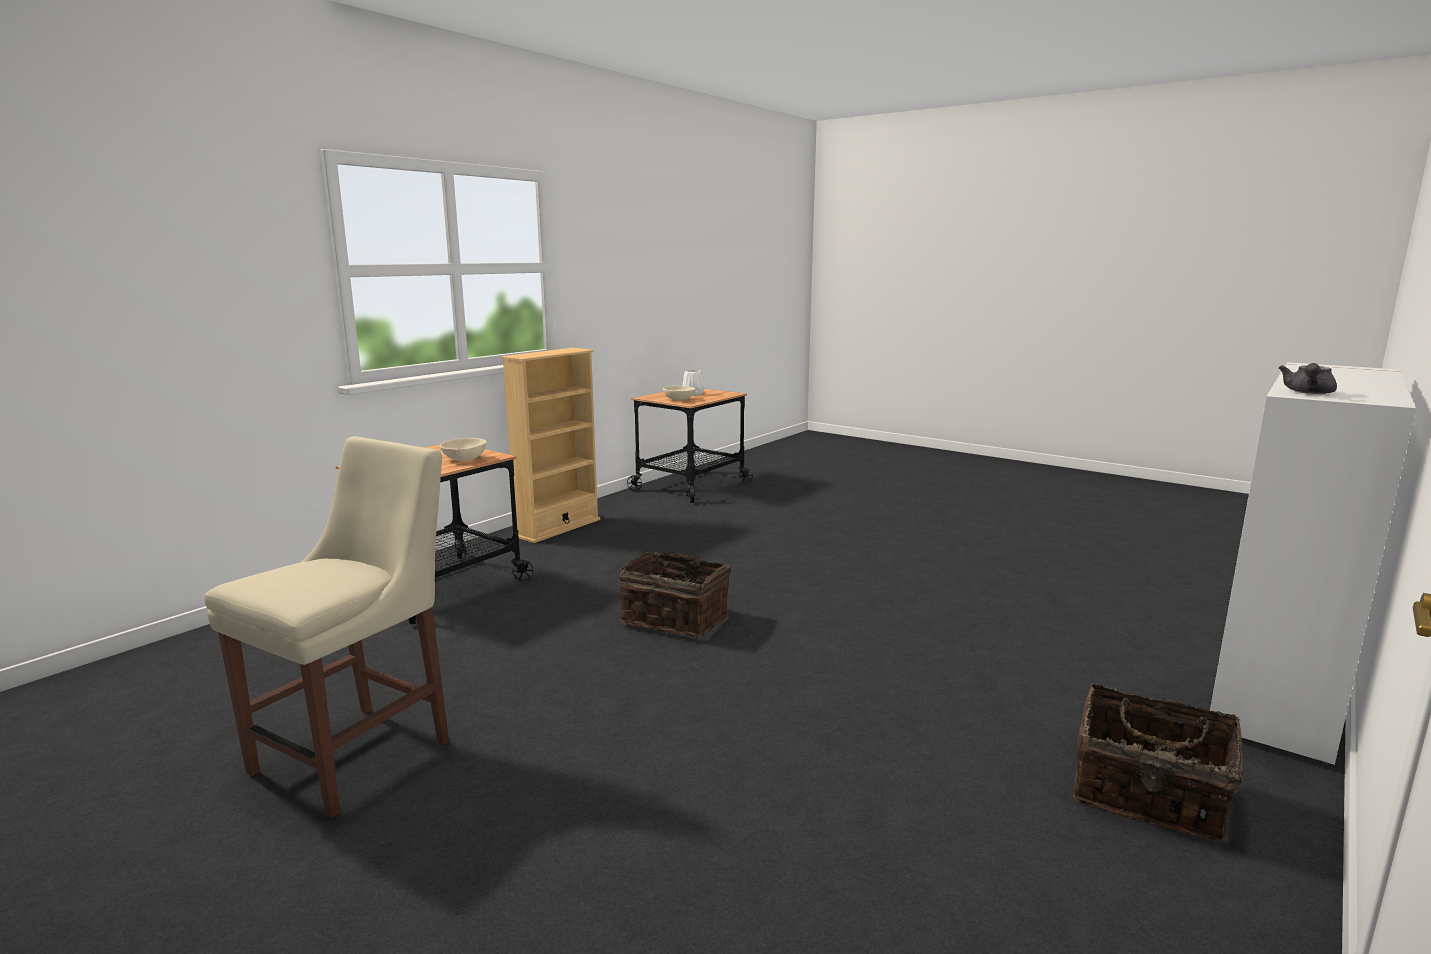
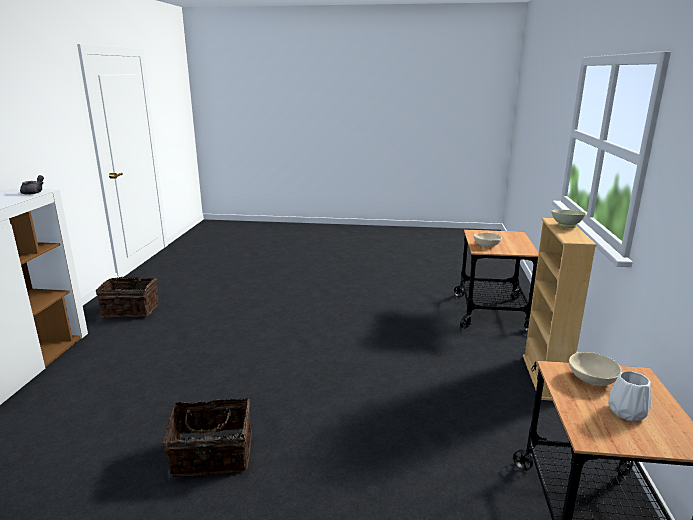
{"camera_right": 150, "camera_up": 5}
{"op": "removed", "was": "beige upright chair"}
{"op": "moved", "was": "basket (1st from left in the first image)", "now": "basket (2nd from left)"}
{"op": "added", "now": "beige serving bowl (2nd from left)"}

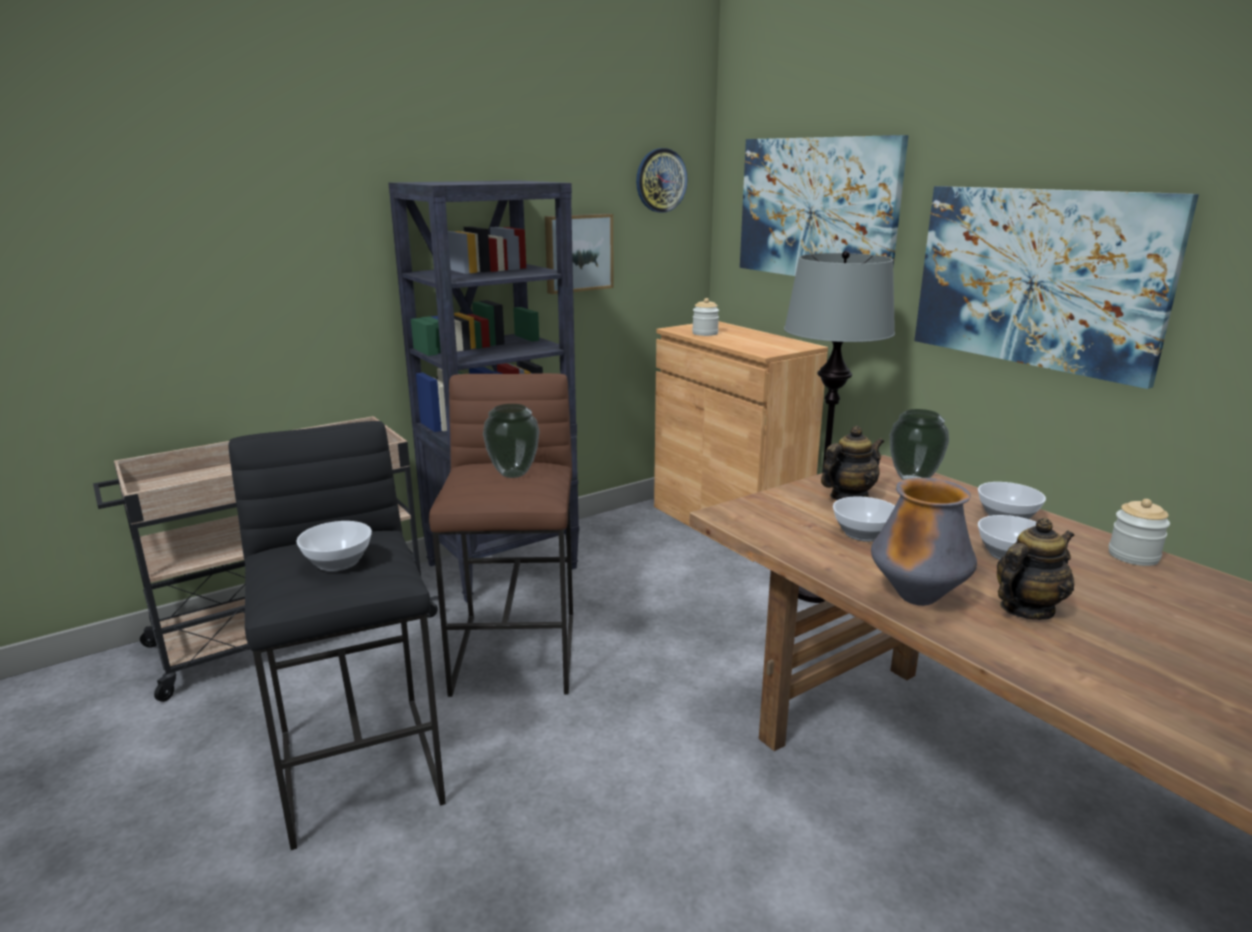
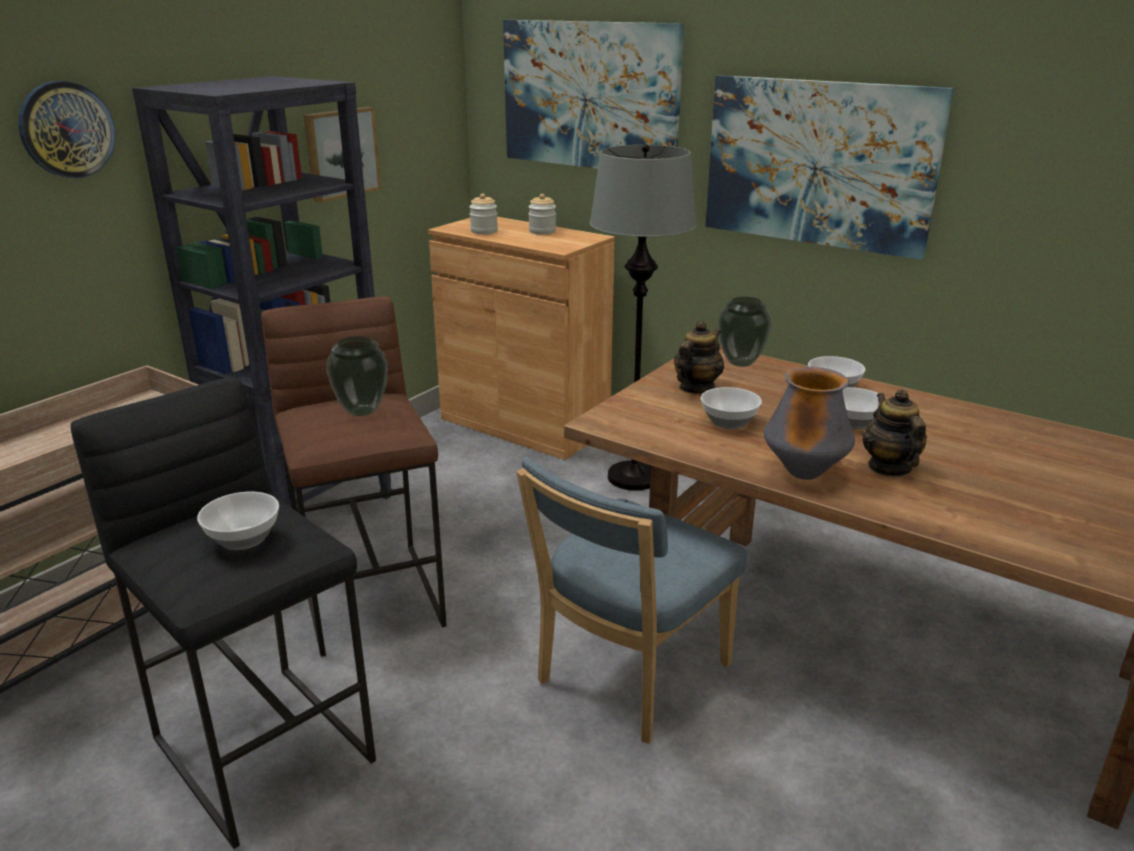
{"camera_right": -20, "camera_up": 5}
{"op": "moved", "was": "clock on the wall"}
{"op": "moved", "was": "preserve jar (2nd from left)"}
{"op": "turned", "was": "teapot (2nd from left)", "clockwise": -45}
{"op": "added", "now": "blue upright chair"}

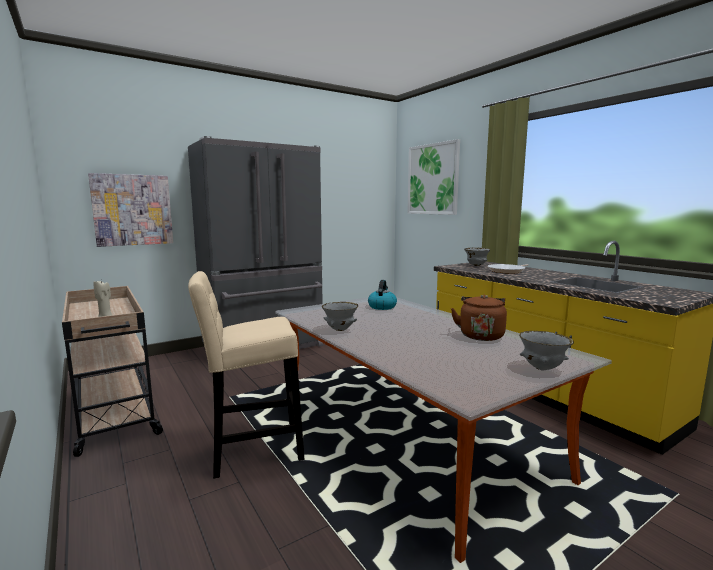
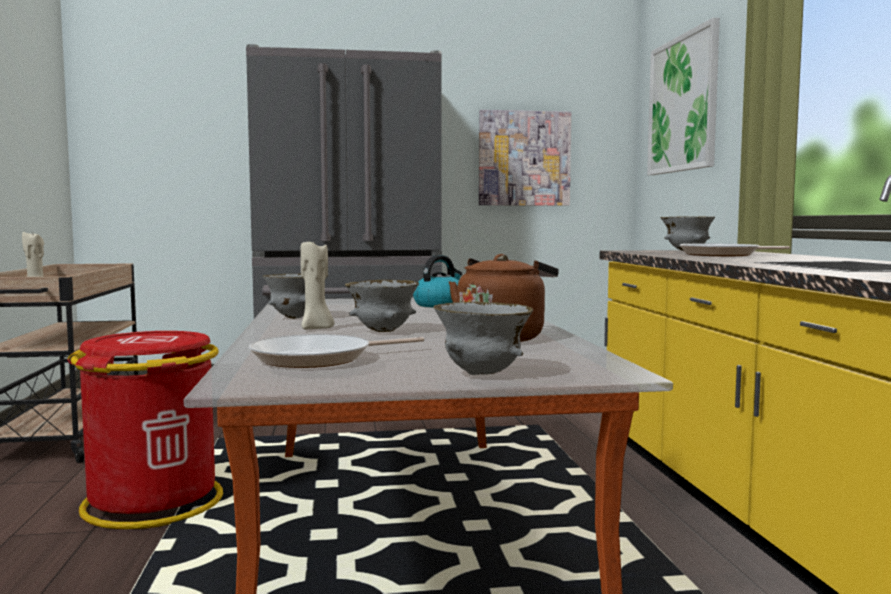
{"camera_right": 25, "camera_up": -5}
{"op": "moved", "was": "wall picture (1st from left)"}
{"op": "replaced", "was": "beige stool seat", "now": "reddish waste bin"}
{"op": "added", "now": "beige wax candle (2nd from left)"}
{"op": "added", "now": "grey serving bowl (2nd from left)"}
{"op": "added", "now": "skillet (1st from left)"}

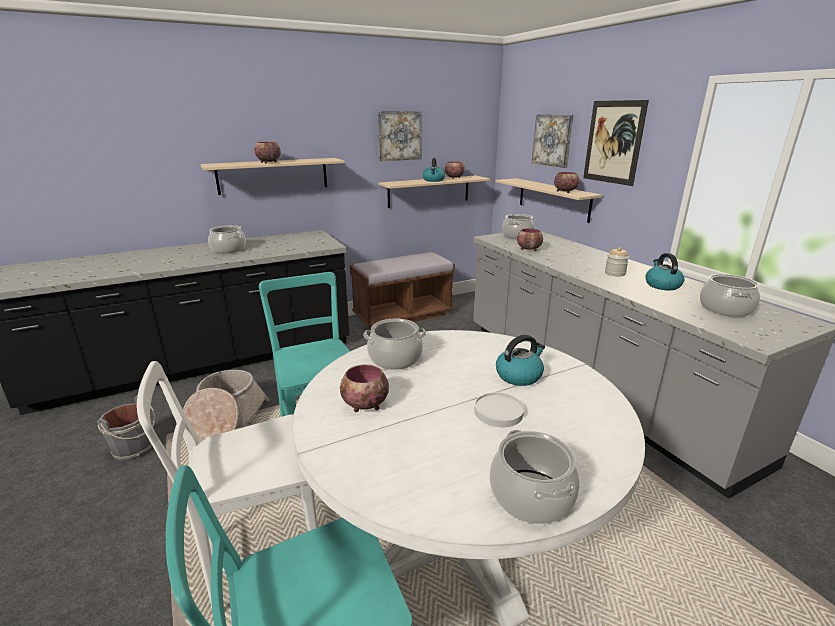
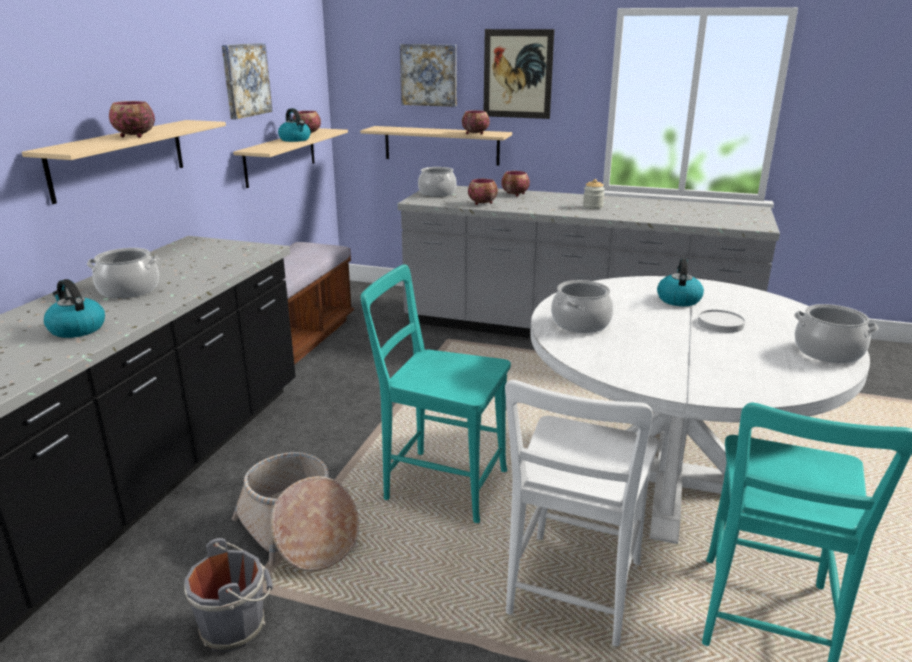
{"camera_right": -45, "camera_up": 0}
{"op": "moved", "was": "tea kettle (3rd from left in the first image)", "now": "tea kettle (1st from left)"}
{"op": "removed", "was": "stockpot (5th from left)"}
{"op": "moved", "was": "serving bowl (2nd from left in the first image)", "now": "serving bowl (5th from left)"}

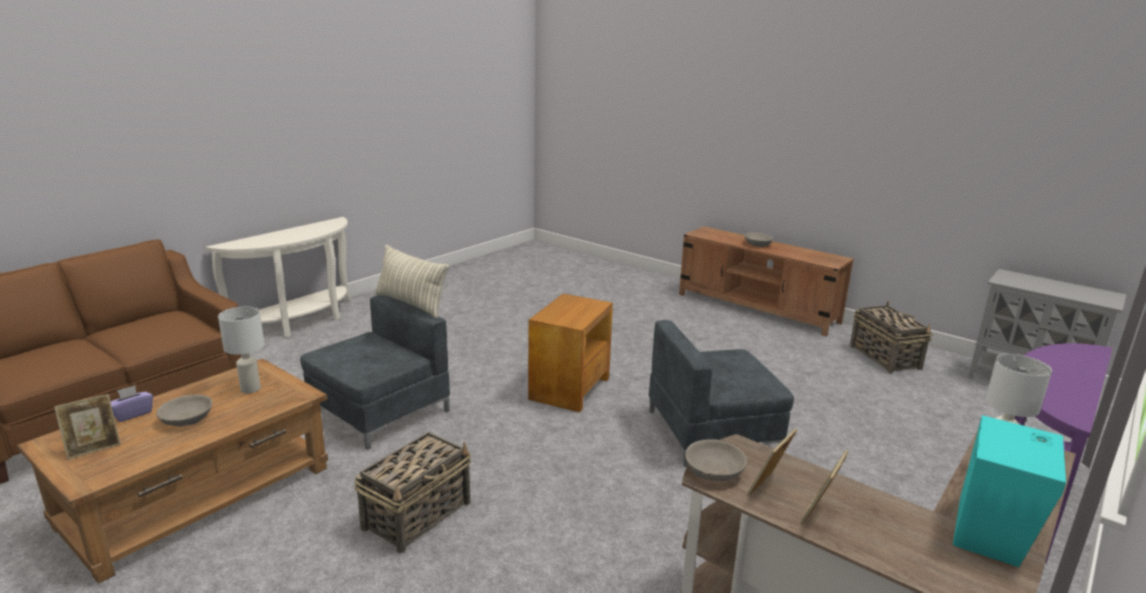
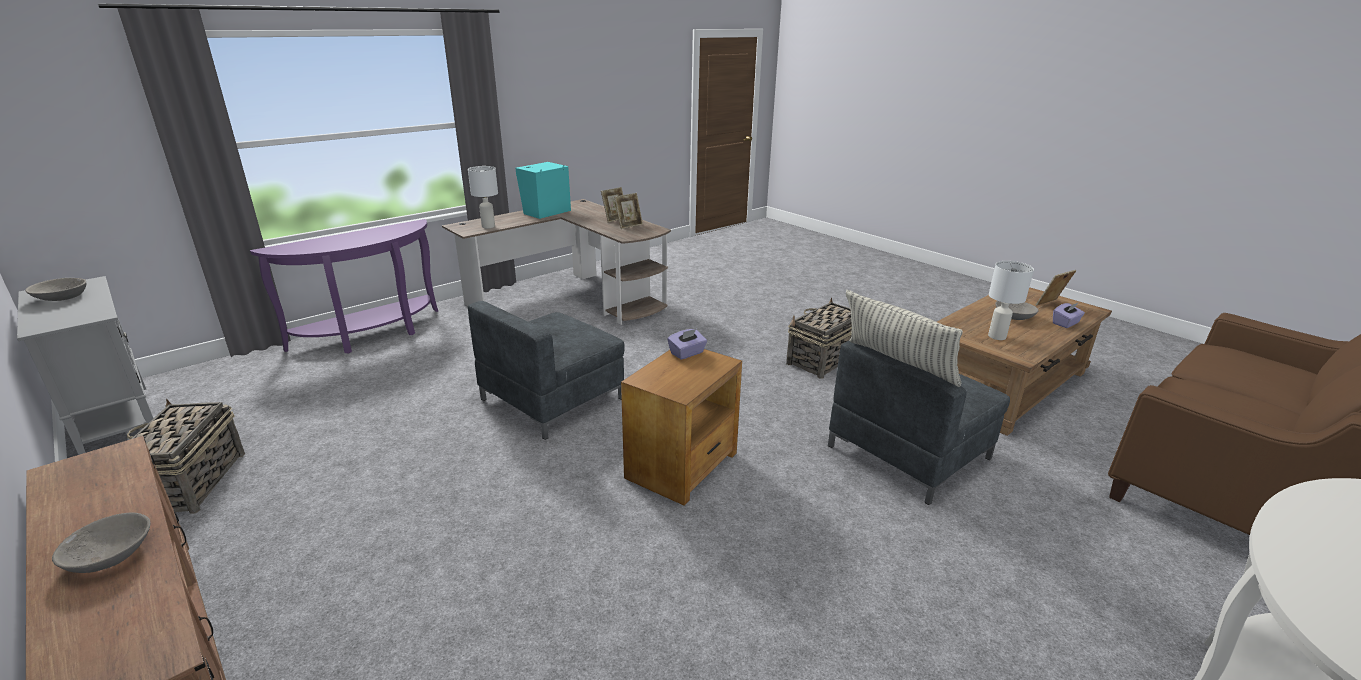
{"camera_right": -170, "camera_up": 5}
{"op": "turned", "was": "grey easy chair (2nd from left in the first image)", "clockwise": 135}
{"op": "moved", "was": "grey serving bowl (2nd from left in the first image)", "now": "grey serving bowl (1st from left)"}
{"op": "added", "now": "purple tissue box (1st from left)"}

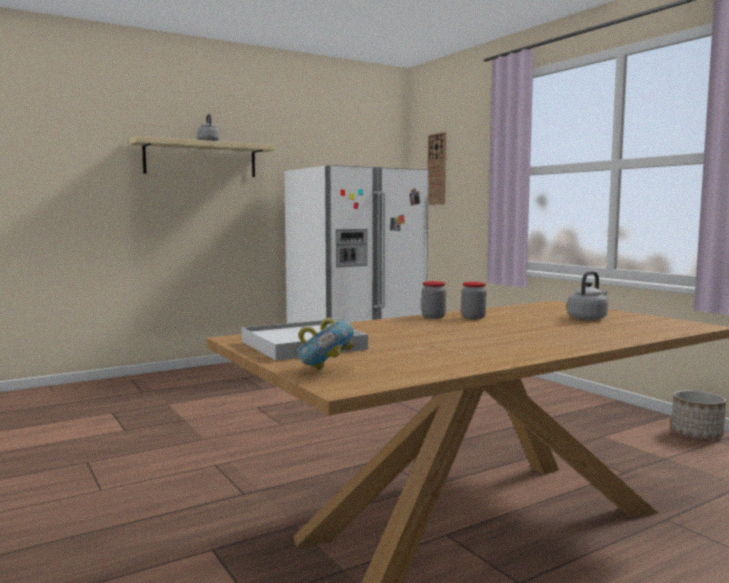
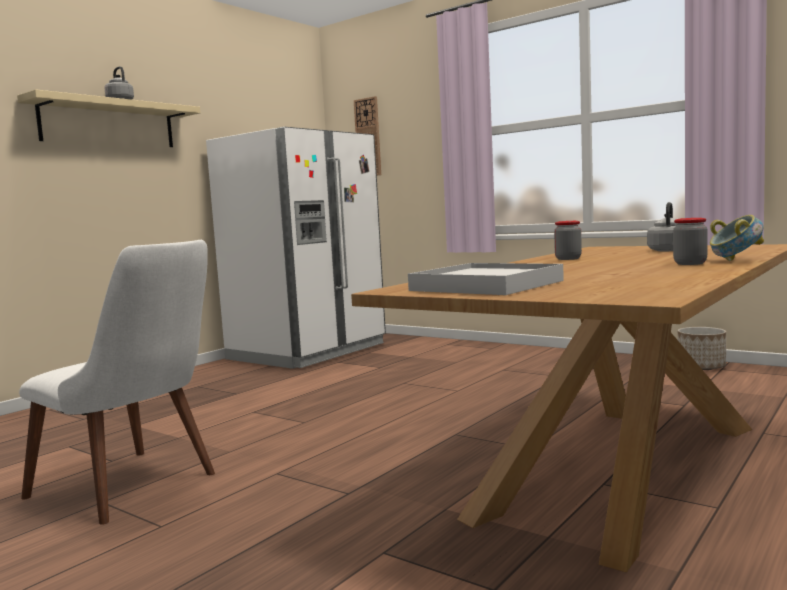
{"camera_right": -20, "camera_up": 0}
{"op": "moved", "was": "preserve jar (1st from left in the first image)", "now": "preserve jar (2nd from left)"}
{"op": "moved", "was": "serving bowl"}
{"op": "added", "now": "white-coloured upright chair"}

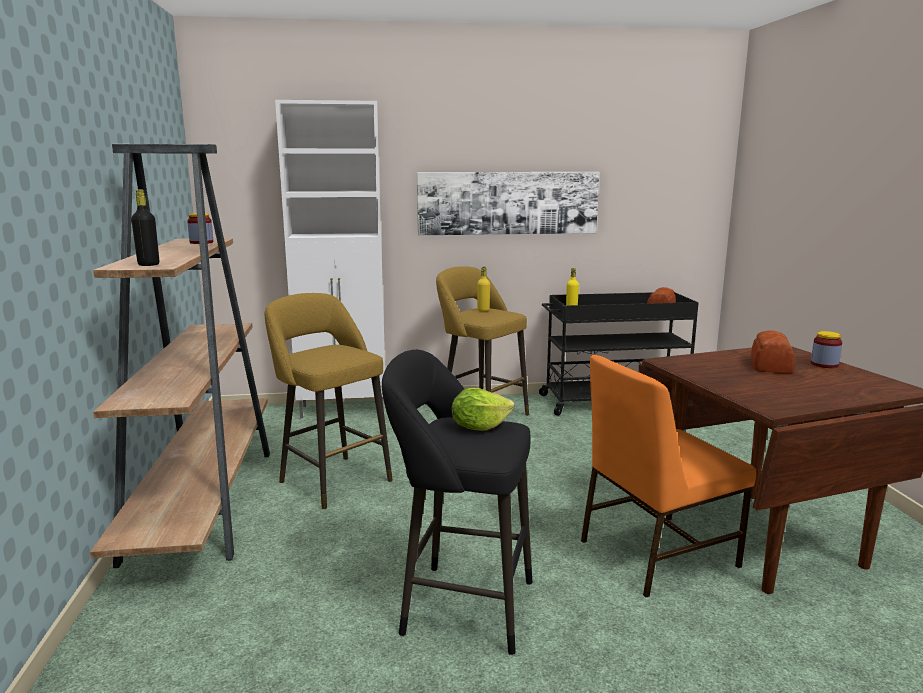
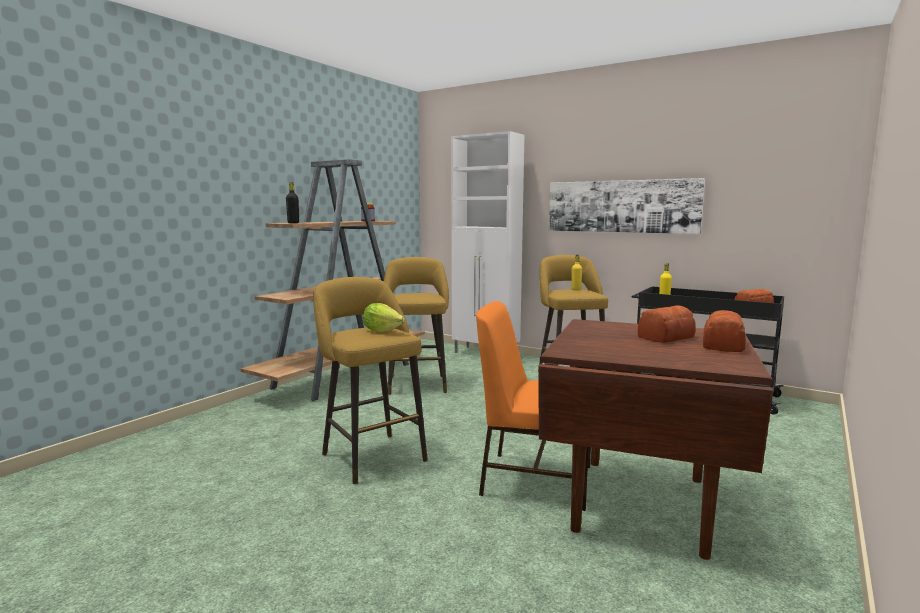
{"camera_right": 40, "camera_up": -5}
{"op": "replaced", "was": "preserve jar (2nd from left)", "now": "bread (2nd from left)"}
{"op": "recoloured", "was": "black stool seat", "now": "yellow stool seat (1st from left)"}

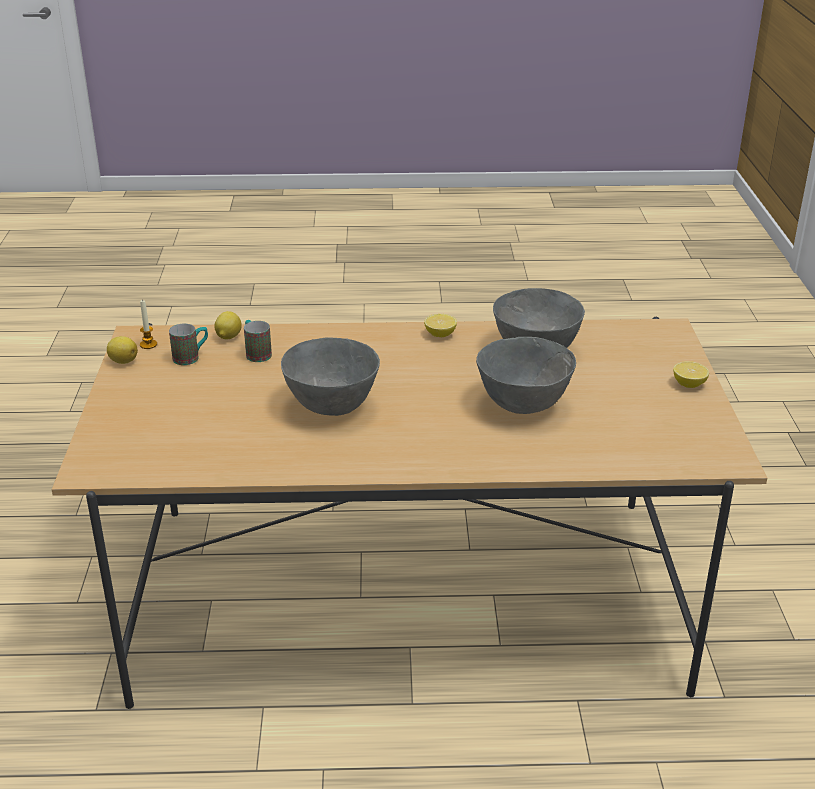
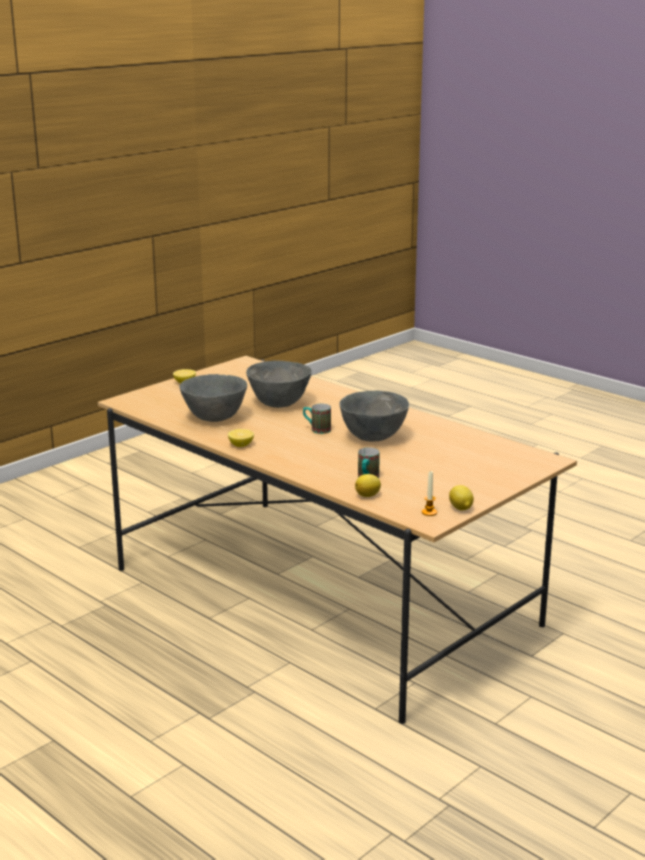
{"camera_right": -135, "camera_up": -10}
{"op": "moved", "was": "mug (1st from left)"}

